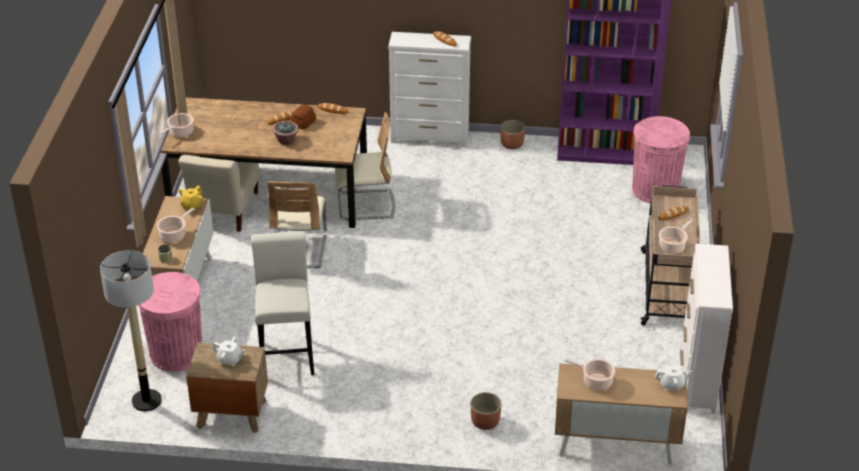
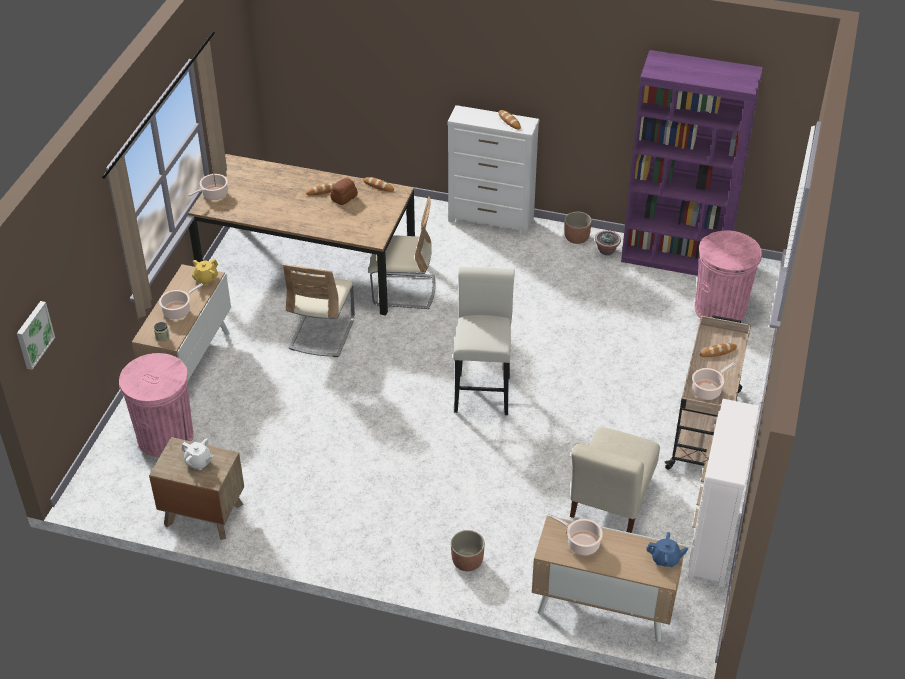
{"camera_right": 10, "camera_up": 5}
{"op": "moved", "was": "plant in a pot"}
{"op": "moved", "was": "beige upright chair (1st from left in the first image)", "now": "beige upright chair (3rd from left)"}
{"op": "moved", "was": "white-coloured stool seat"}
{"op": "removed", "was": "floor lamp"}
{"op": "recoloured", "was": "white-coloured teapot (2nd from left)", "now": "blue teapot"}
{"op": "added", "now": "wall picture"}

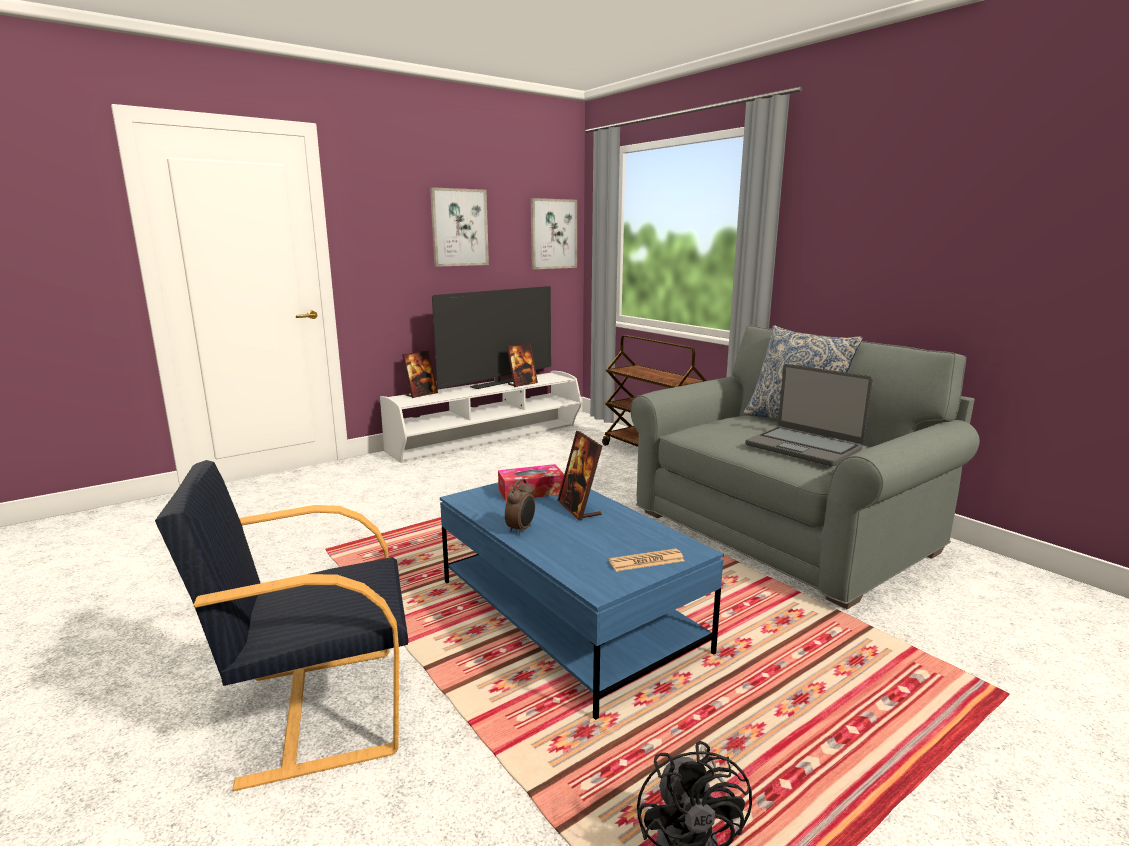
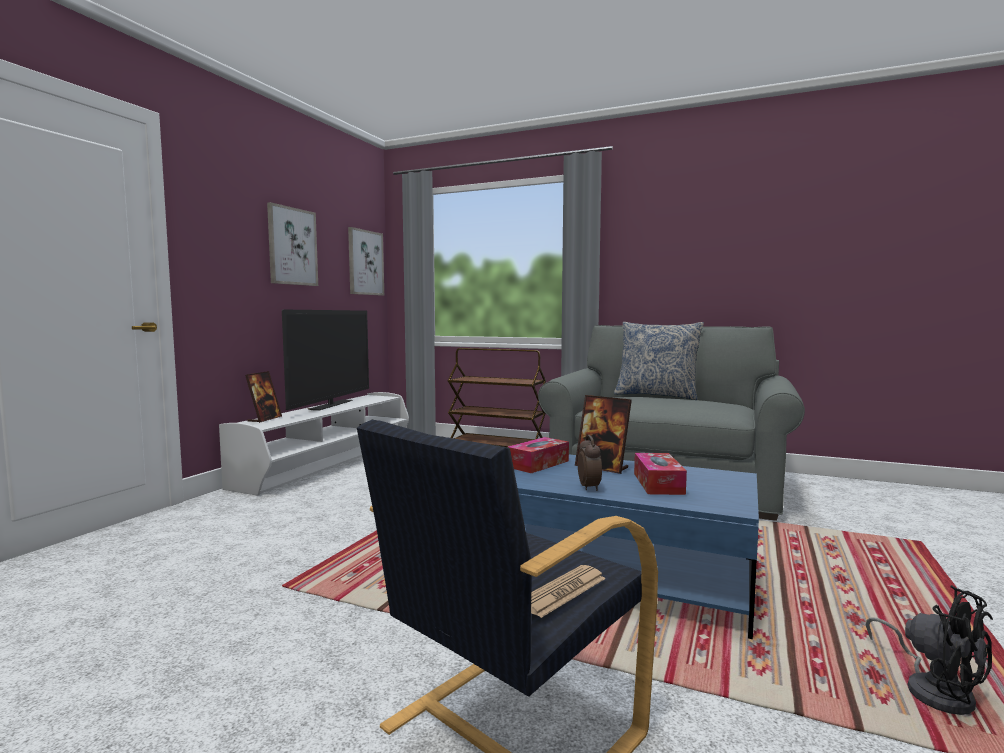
{"camera_right": -30, "camera_up": -10}
{"op": "removed", "was": "photo frame (2nd from left)"}
{"op": "removed", "was": "notebook computer"}
{"op": "moved", "was": "daily paper"}
{"op": "added", "now": "tissue box (2nd from left)"}

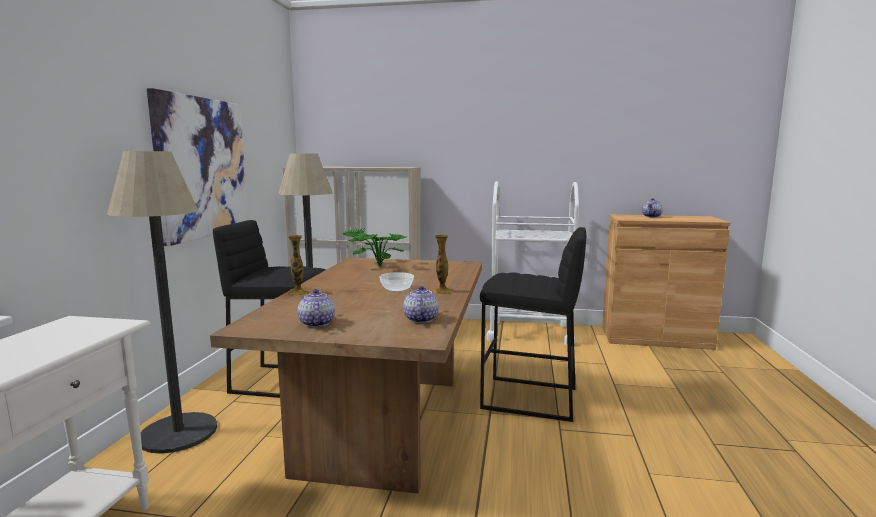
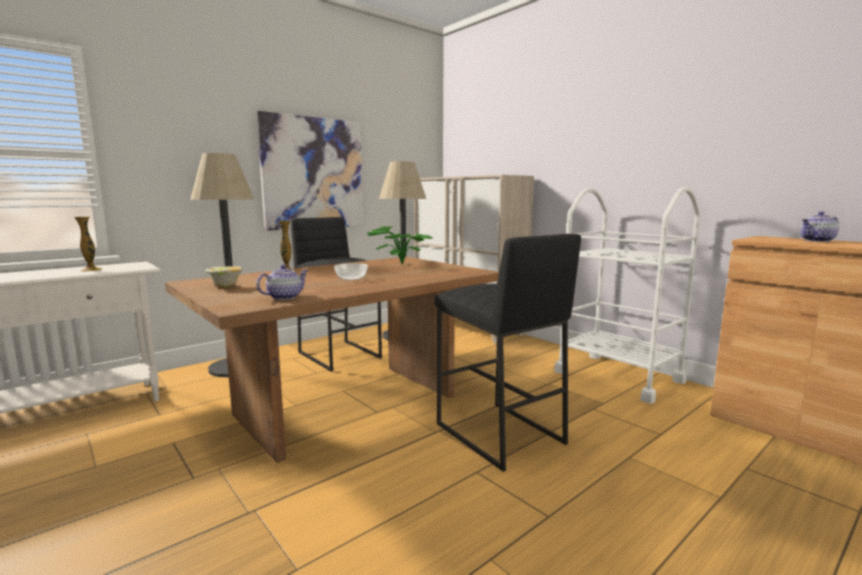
{"camera_right": 40, "camera_up": 0}
{"op": "moved", "was": "flower vase (2nd from left in the first image)", "now": "flower vase (1st from left)"}
{"op": "replaced", "was": "teapot (1st from left)", "now": "serving bowl (1st from left)"}

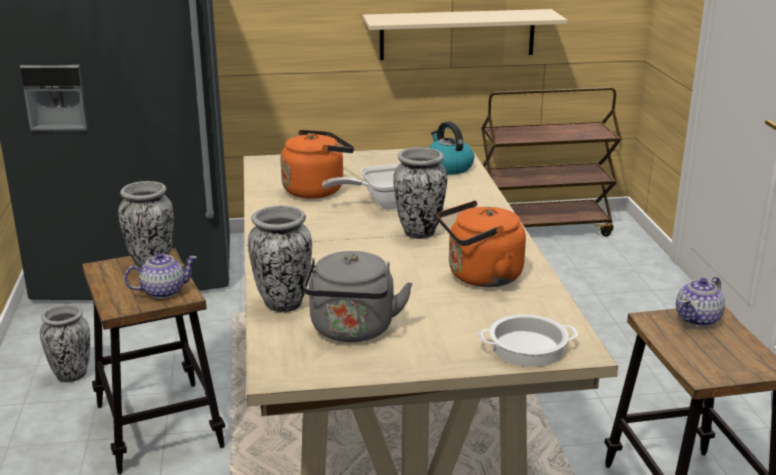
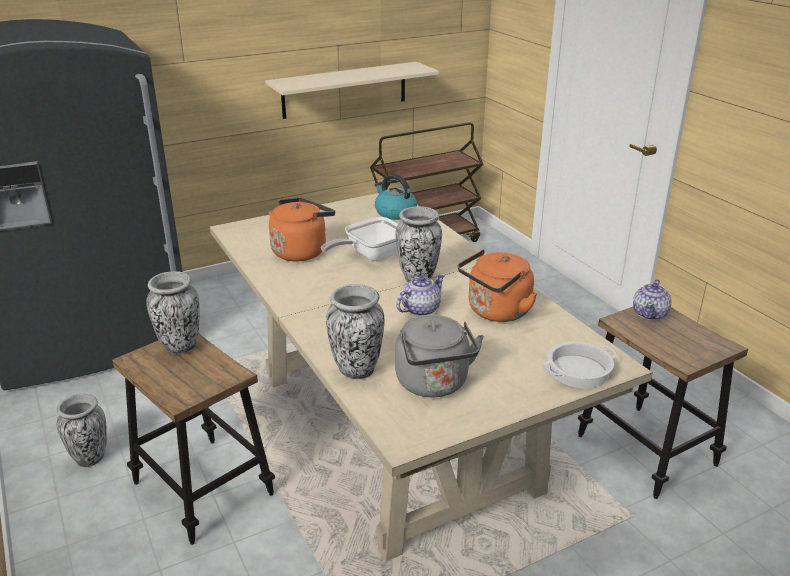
{"camera_right": -20, "camera_up": 5}
{"op": "moved", "was": "teapot (1st from left)"}

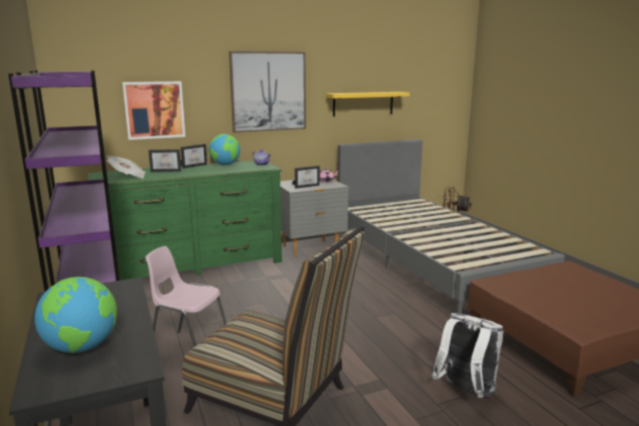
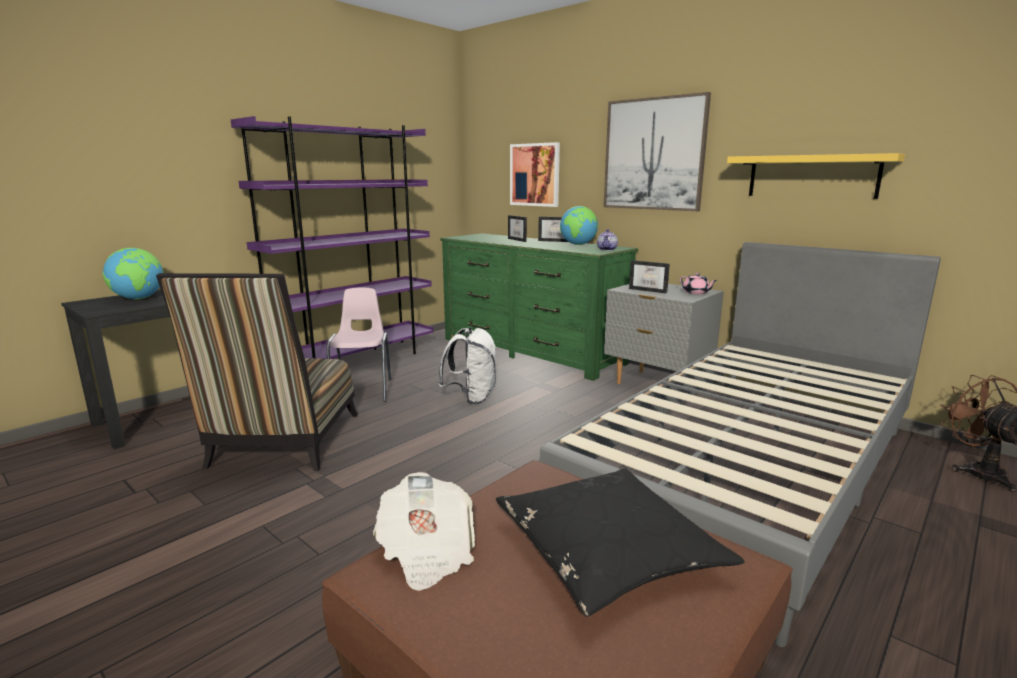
{"camera_right": 65, "camera_up": 0}
{"op": "moved", "was": "daily paper"}
{"op": "moved", "was": "white-coloured backpack"}
{"op": "added", "now": "black cushion"}

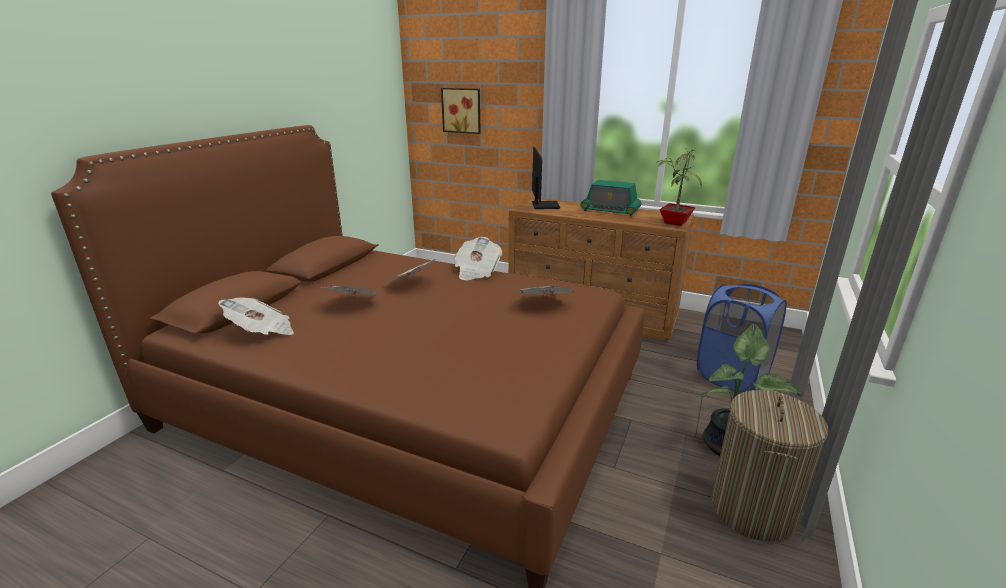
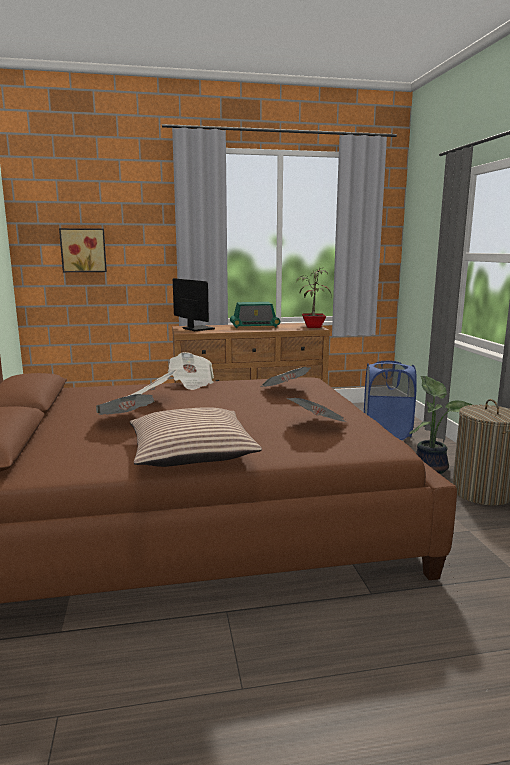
{"camera_right": -35, "camera_up": -10}
{"op": "moved", "was": "daily paper (1st from left in the first image)", "now": "daily paper (5th from left)"}
{"op": "added", "now": "cushion"}

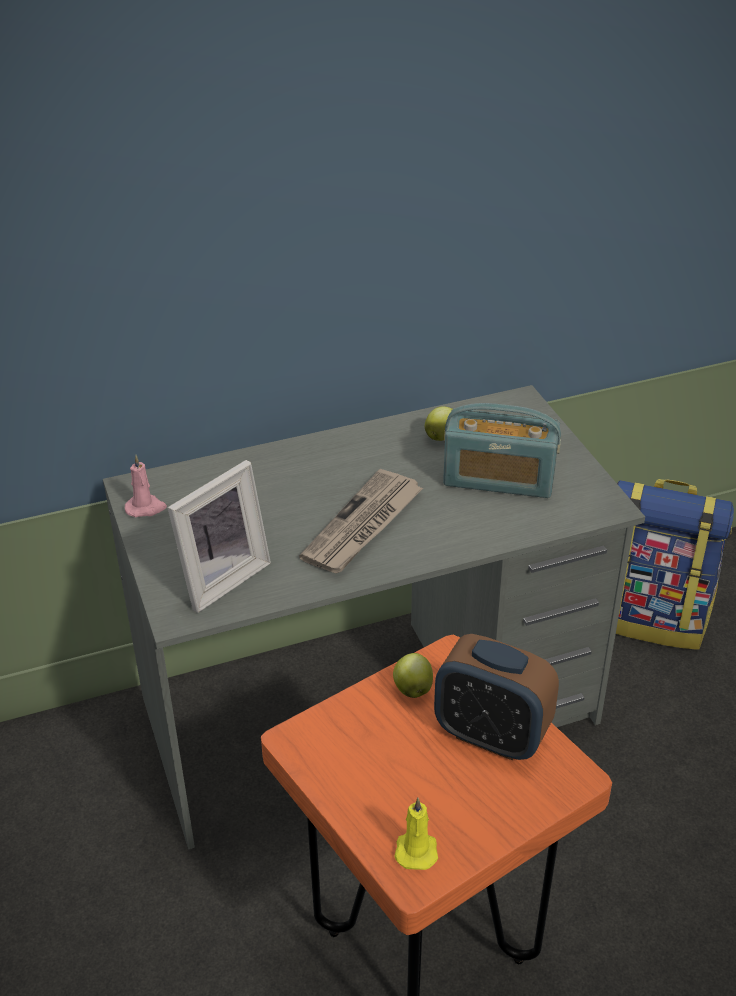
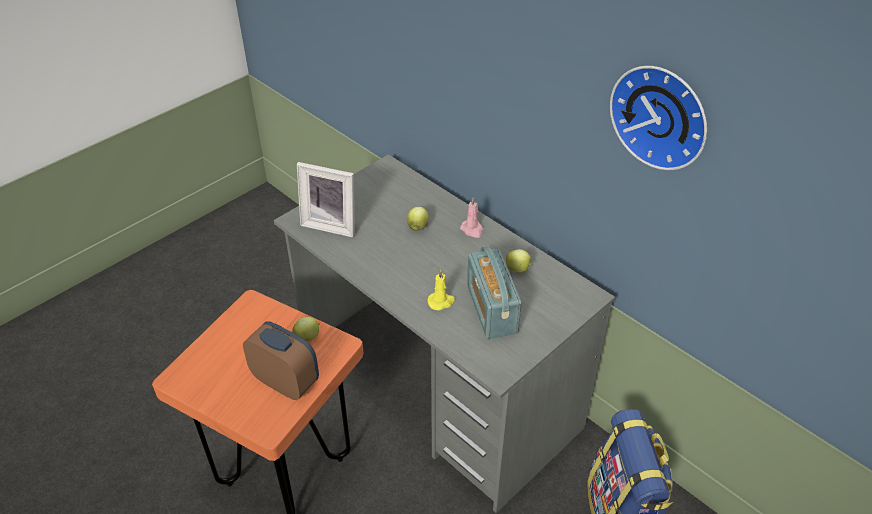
{"camera_right": 65, "camera_up": 5}
{"op": "moved", "was": "pink wax candle"}
{"op": "removed", "was": "daily paper"}
{"op": "turned", "was": "alarm clock", "clockwise": 120}
{"op": "moved", "was": "yellow wax candle"}
{"op": "added", "now": "clock on the wall"}
{"op": "added", "now": "apple fruit (2nd from left)"}

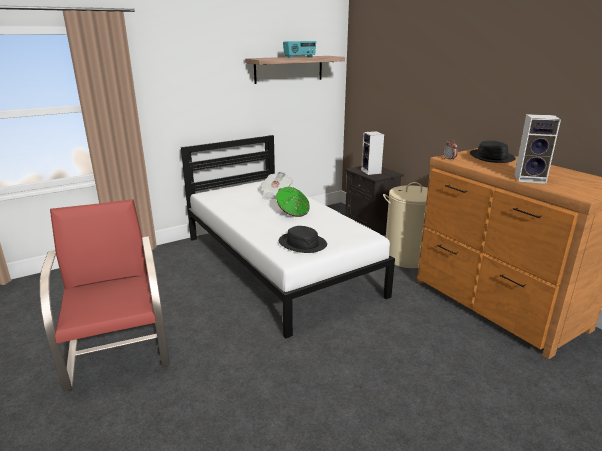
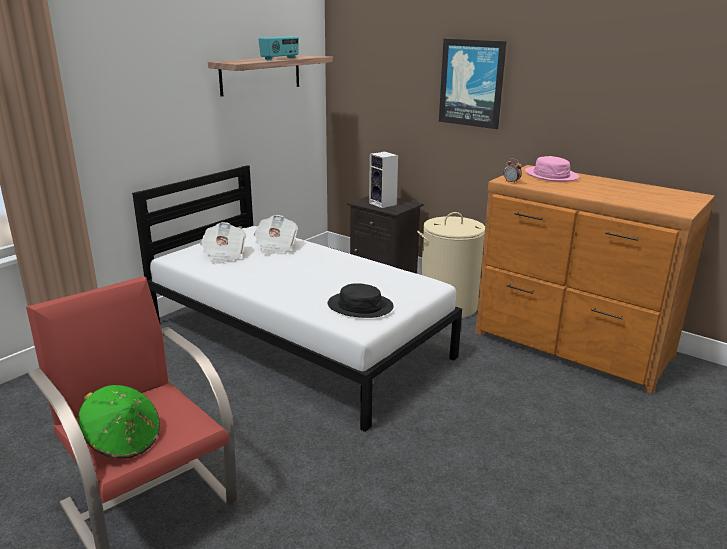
{"camera_right": -20, "camera_up": 0}
{"op": "removed", "was": "loudspeaker (2nd from left)"}
{"op": "recoloured", "was": "black clothing hat (2nd from left)", "now": "pink clothing hat"}
{"op": "moved", "was": "greenish clothing hat"}
{"op": "added", "now": "wall picture"}
{"op": "added", "now": "daily paper (1st from left)"}

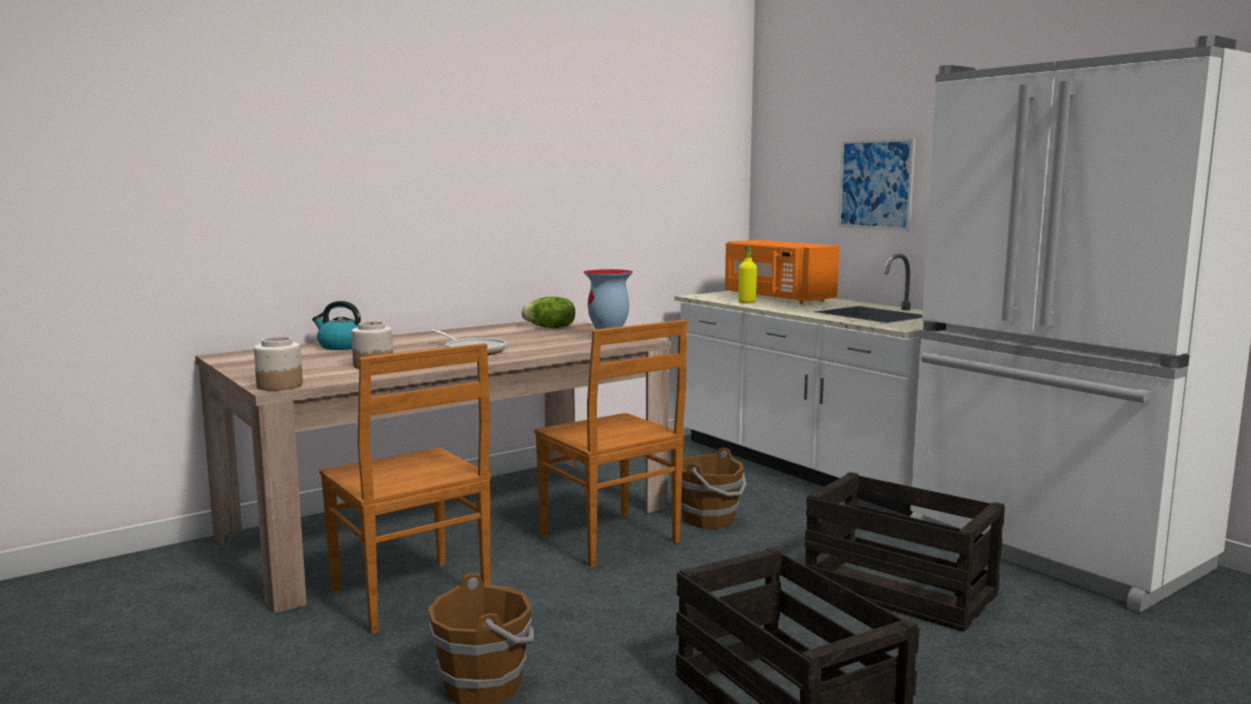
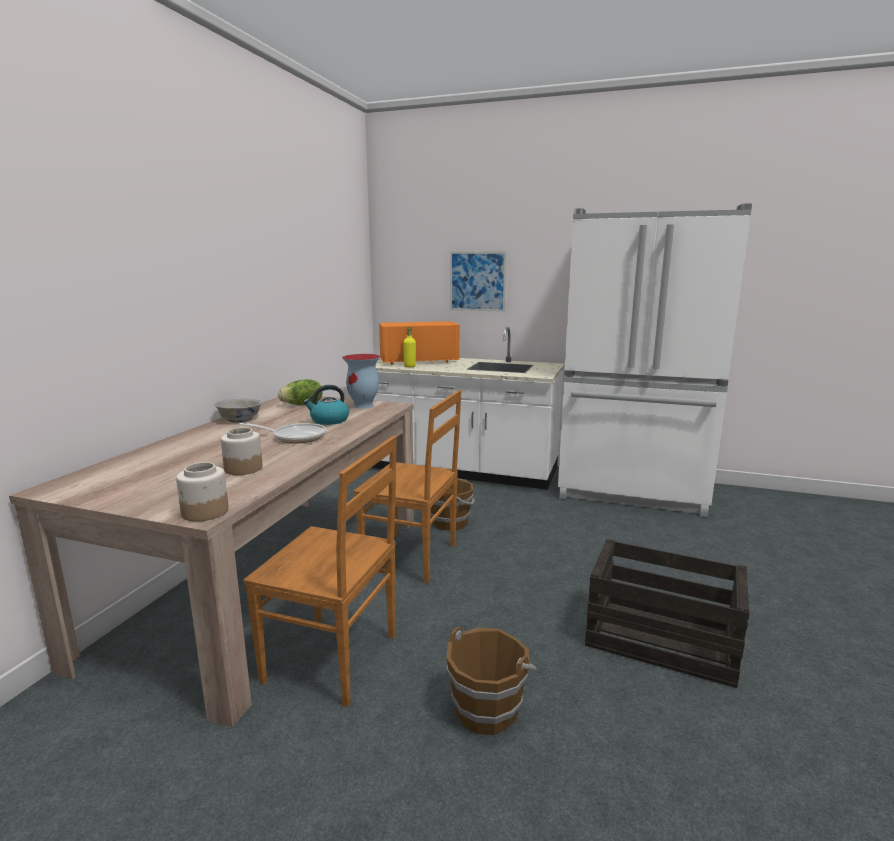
{"camera_right": -35, "camera_up": 5}
{"op": "turned", "was": "orangey microwave", "clockwise": 150}
{"op": "moved", "was": "tea kettle"}
{"op": "removed", "was": "shipping crate (2nd from left)"}
{"op": "added", "now": "white-coloured serving bowl"}

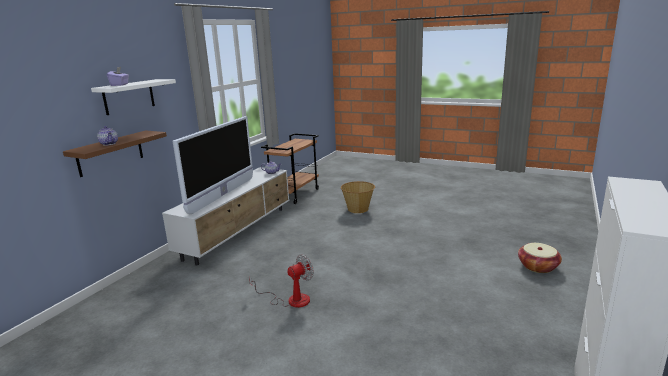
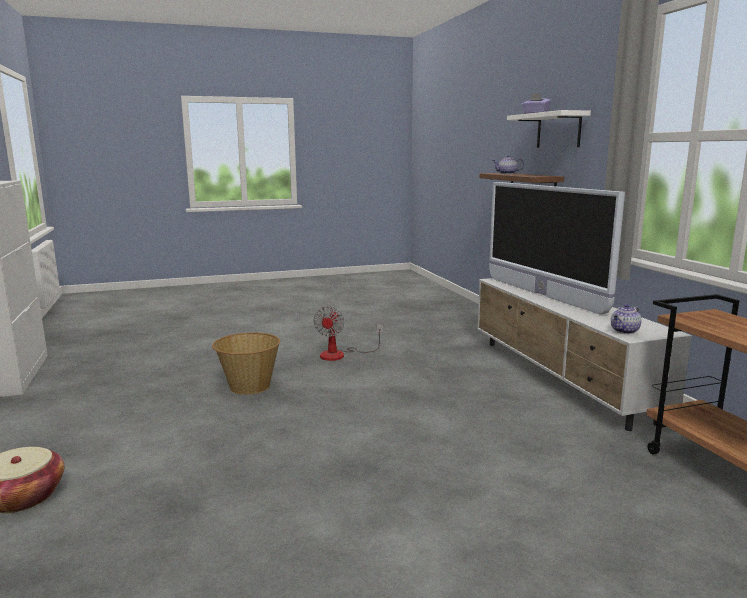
{"camera_right": 135, "camera_up": -5}
{"op": "moved", "was": "basket (1st from left in the first image)", "now": "basket (2nd from left)"}

